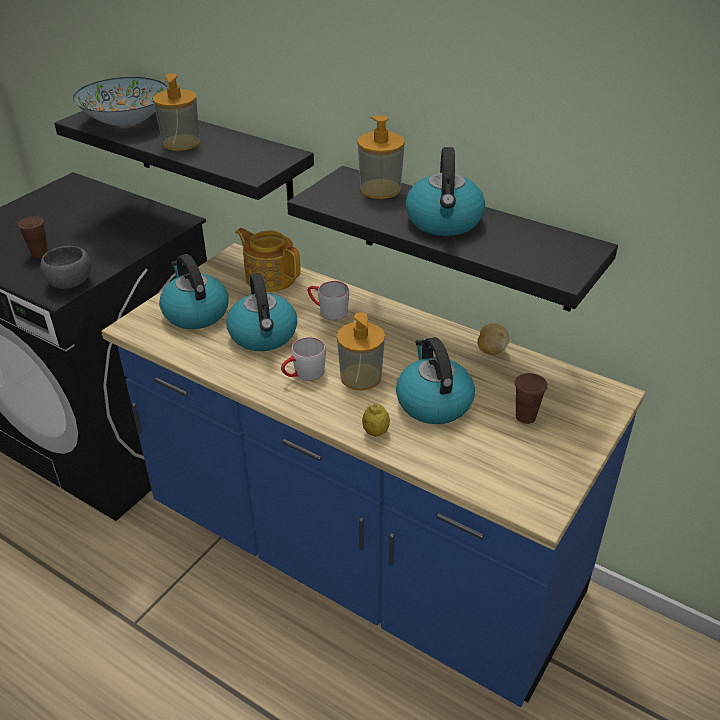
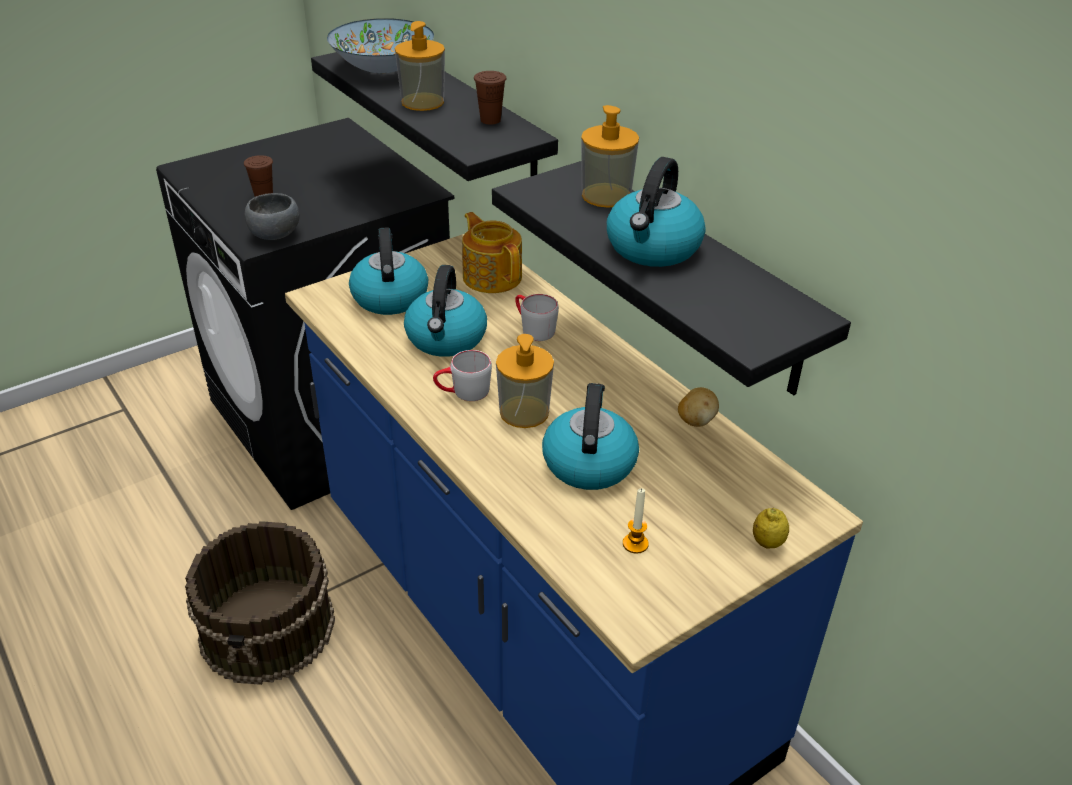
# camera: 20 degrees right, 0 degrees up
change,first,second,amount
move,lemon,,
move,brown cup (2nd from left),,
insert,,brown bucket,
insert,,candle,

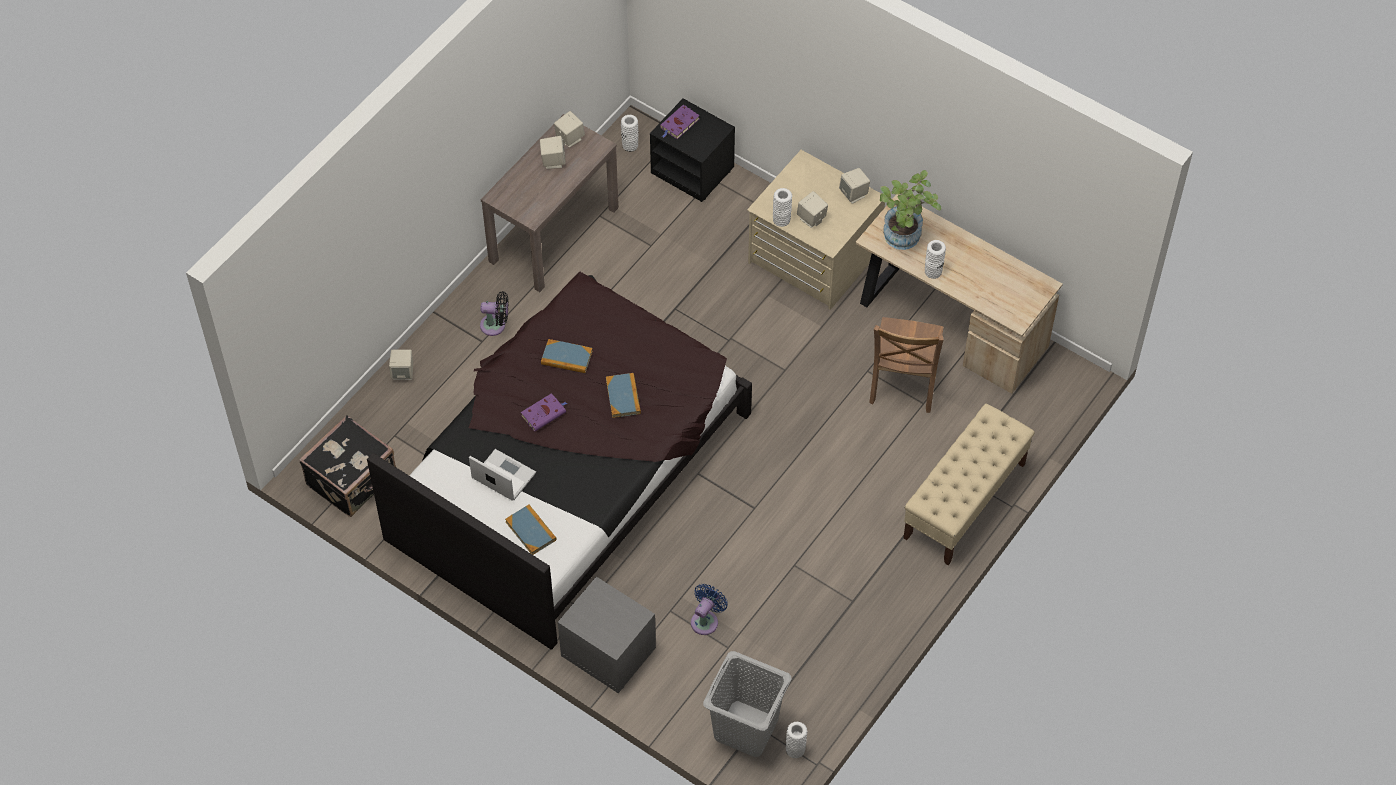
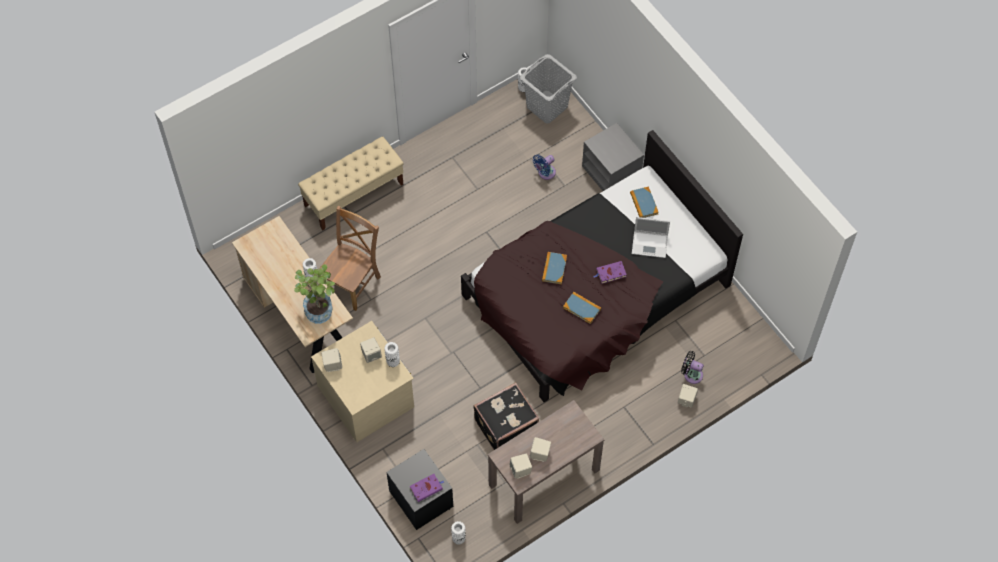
# camera: 160 degrees left, 5 degrees up
change,first,second,amount
move,black suitcase,,
rotate,laptop,,45 degrees counterclockwise
move,black fan,,

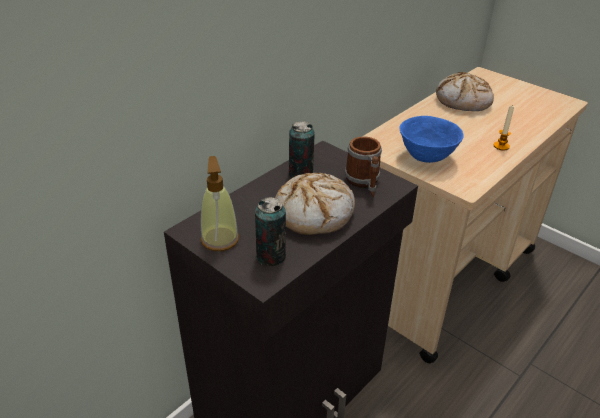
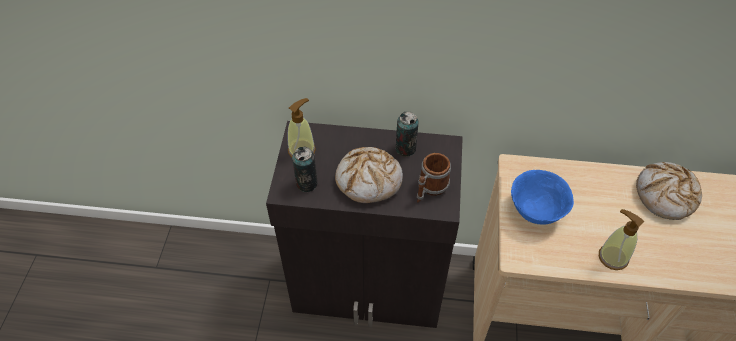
# camera: 55 degrees right, 15 degrees up
change,first,second,amount
replace,candle,soap dispenser (2nd from left),

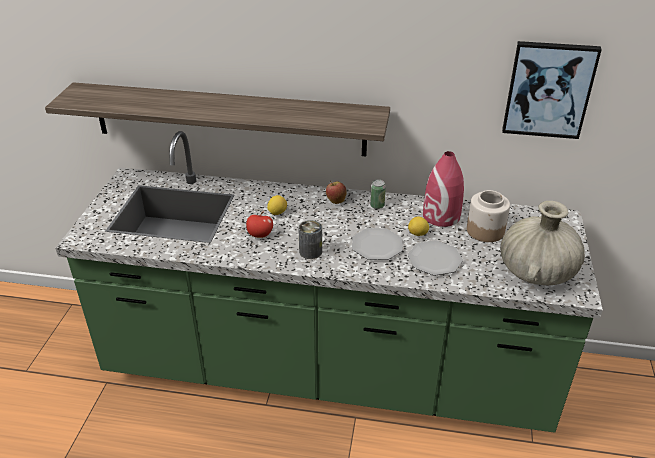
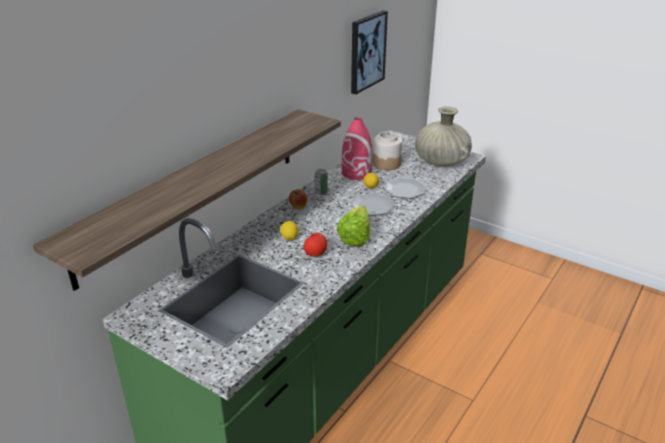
# camera: 65 degrees left, 5 degrees down
change,first,second,amount
replace,can (1st from left),lettuce,

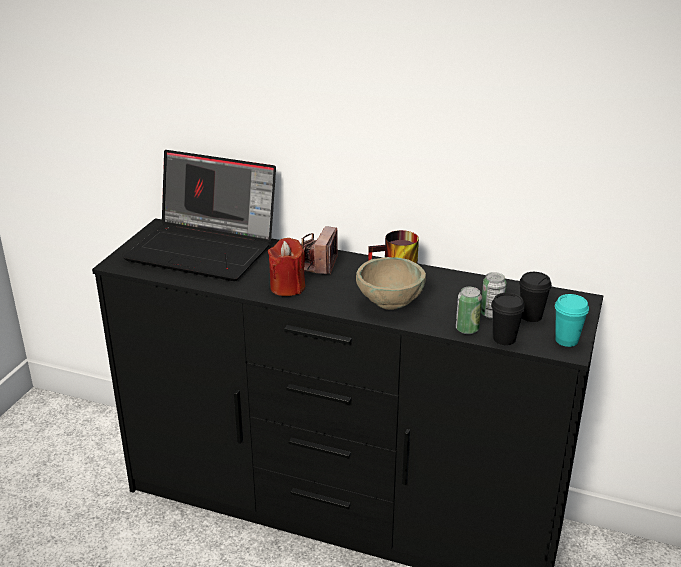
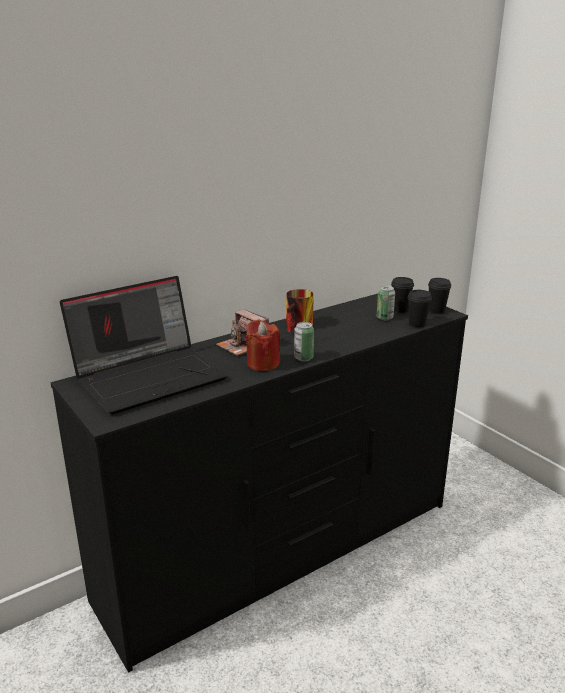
# camera: 55 degrees left, 5 degrees down
change,first,second,amount
delete,beige bowl,,
move,can (1st from left),,
recolor,turquoise cup,black cup (3rd from left),

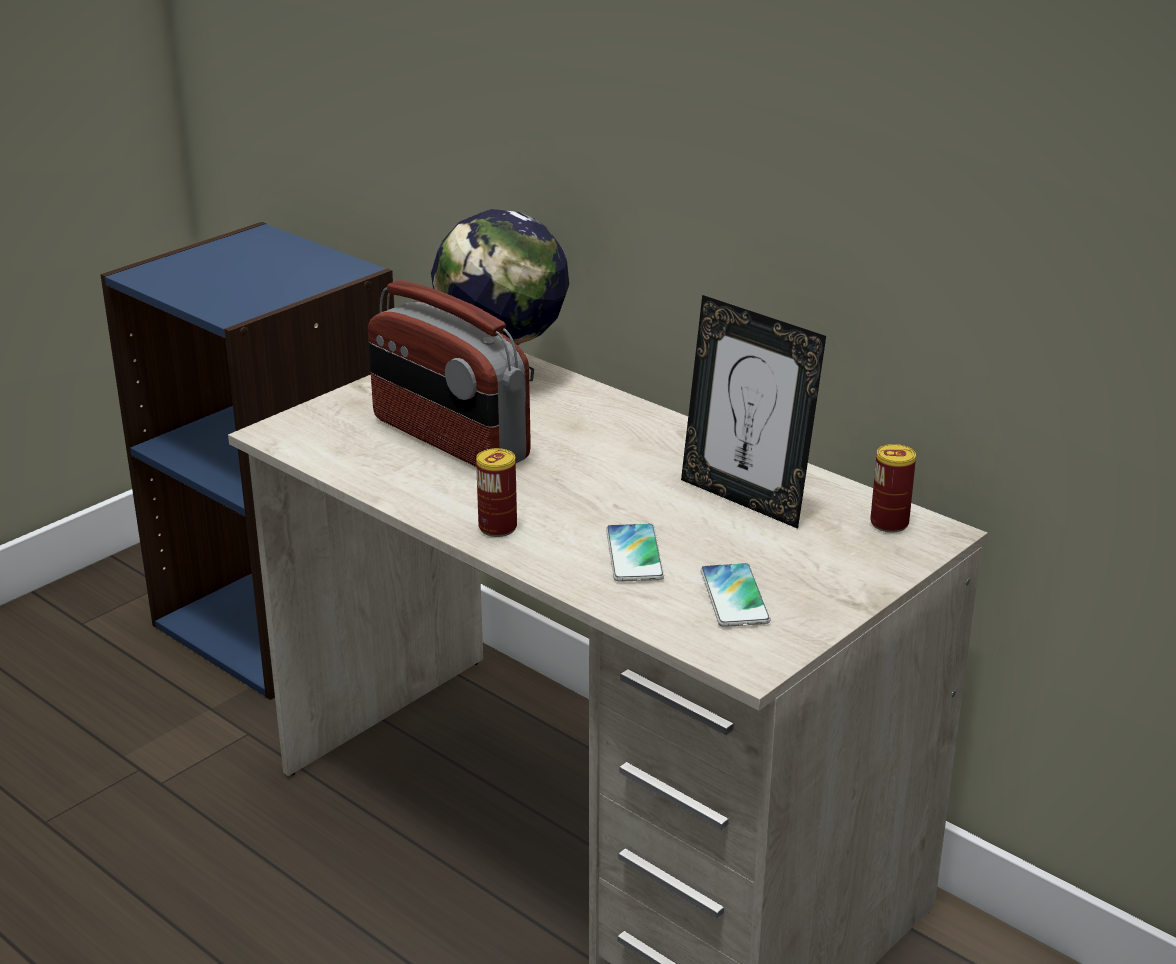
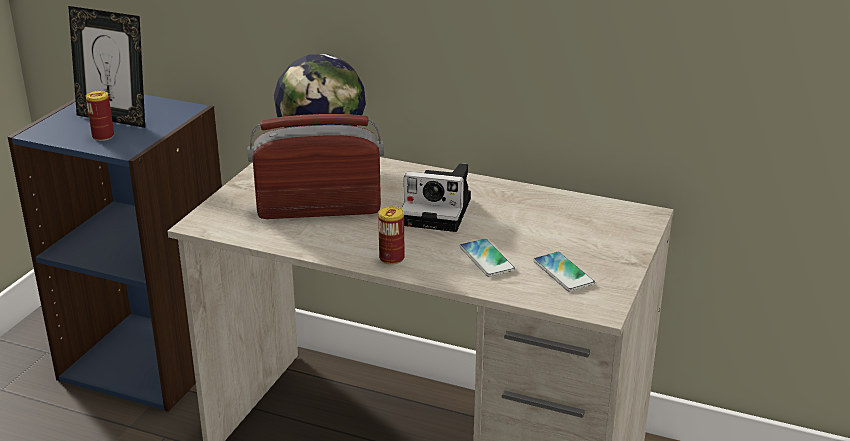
# camera: 20 degrees left, 0 degrees up
change,first,second,amount
rotate,radio,,150 degrees clockwise
move,picture frame,,
move,can (2nd from left in the first image),can (1st from left),
insert,,photo camera,

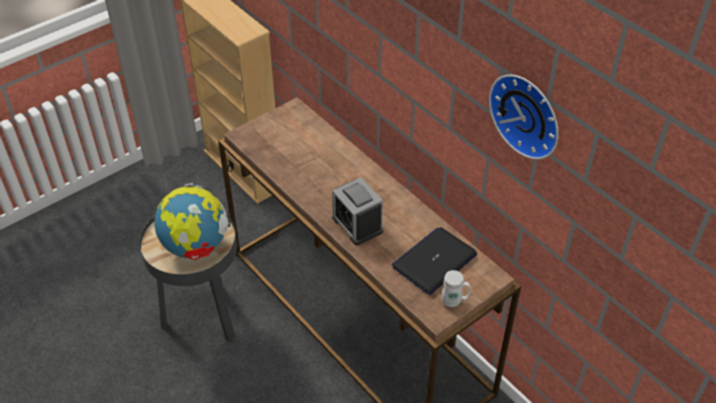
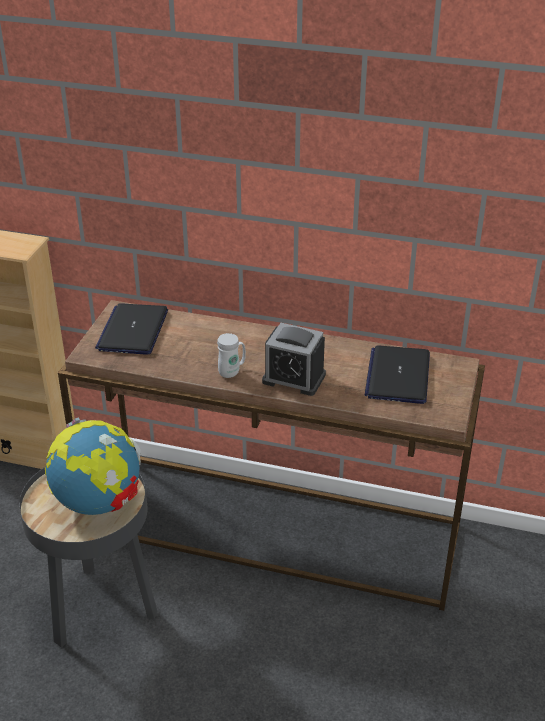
# camera: 35 degrees left, 10 degrees down
change,first,second,amount
move,white mug,,
delete,wall clock,,
insert,,laptop (1st from left),

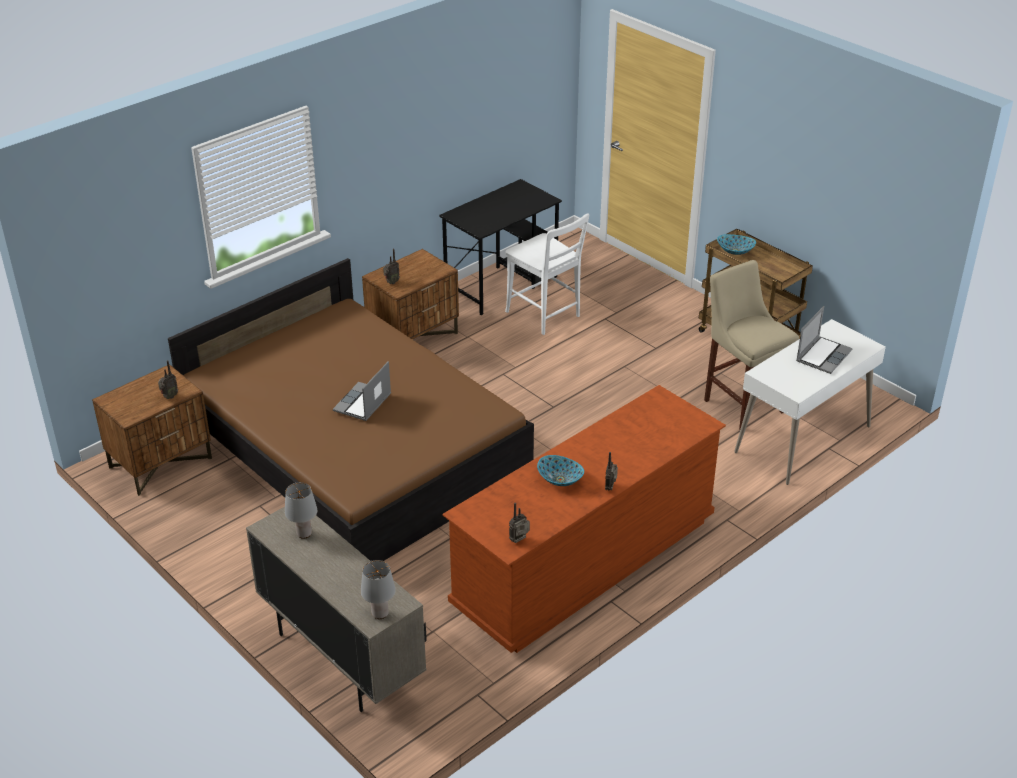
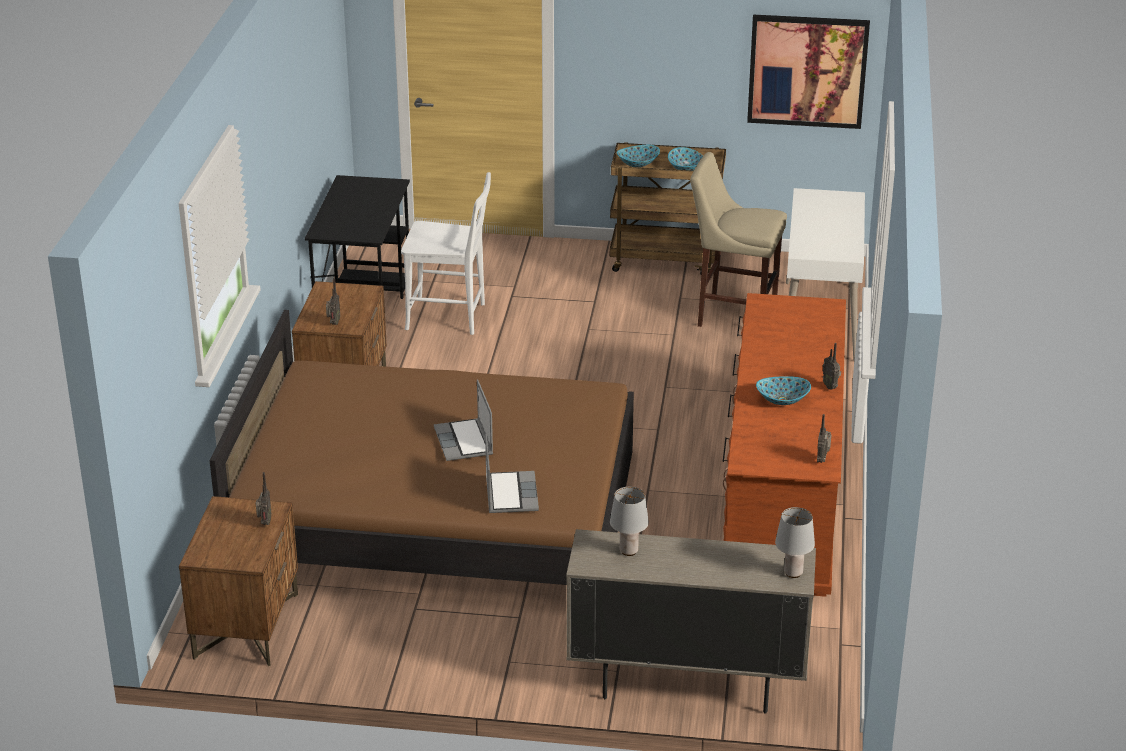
# camera: 40 degrees left, 5 degrees down
change,first,second,amount
move,laptop (2nd from left),,
insert,,bowl (2nd from left),
insert,,picture,

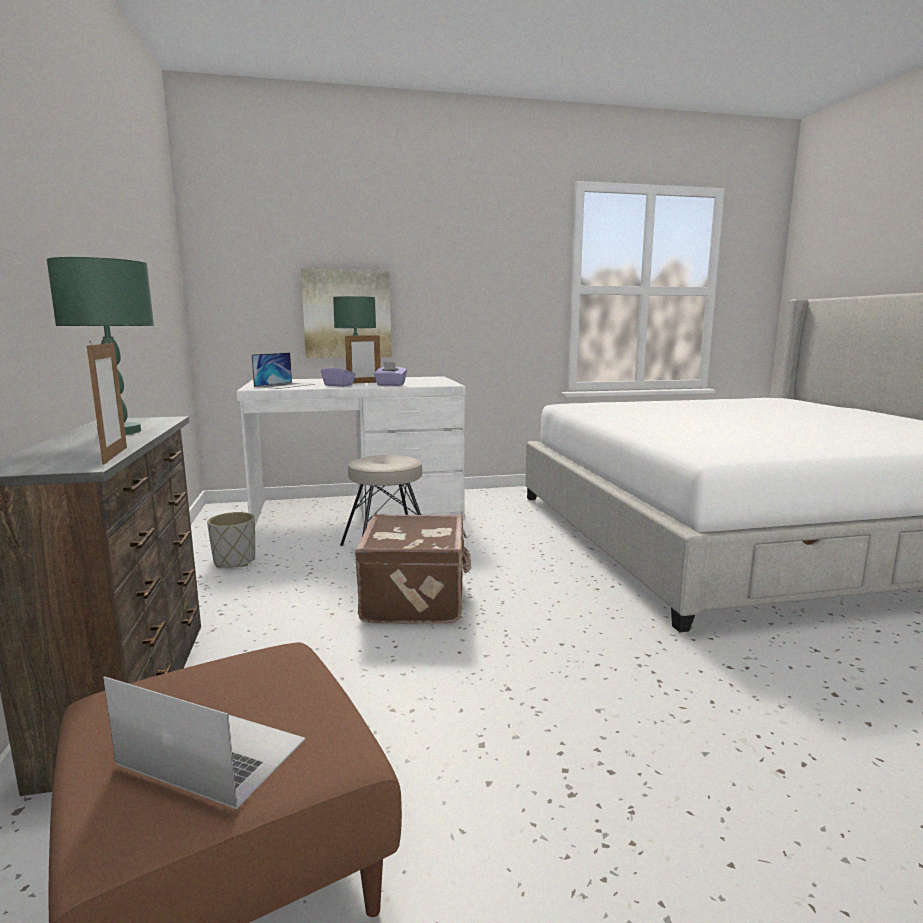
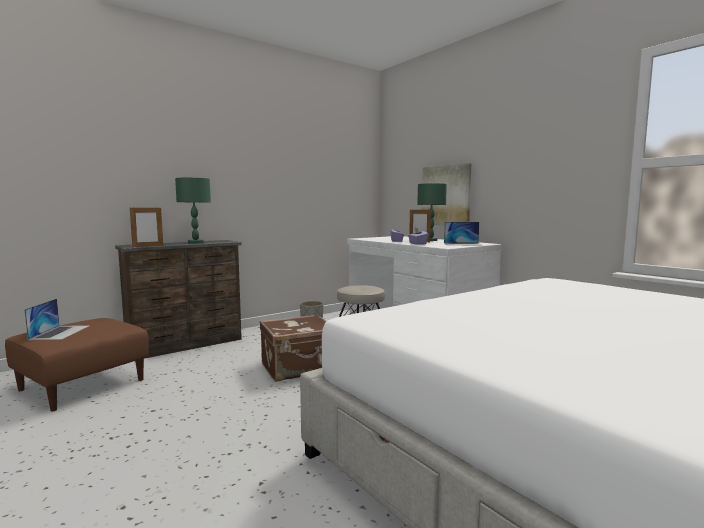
# camera: 65 degrees right, 5 degrees down
change,first,second,amount
move,laptop (2nd from left),,

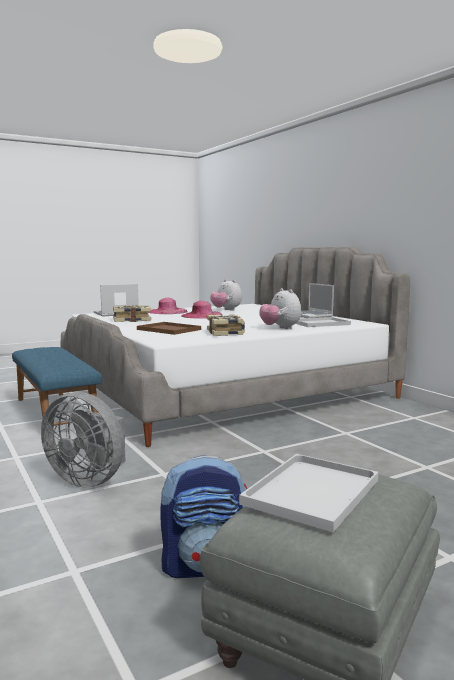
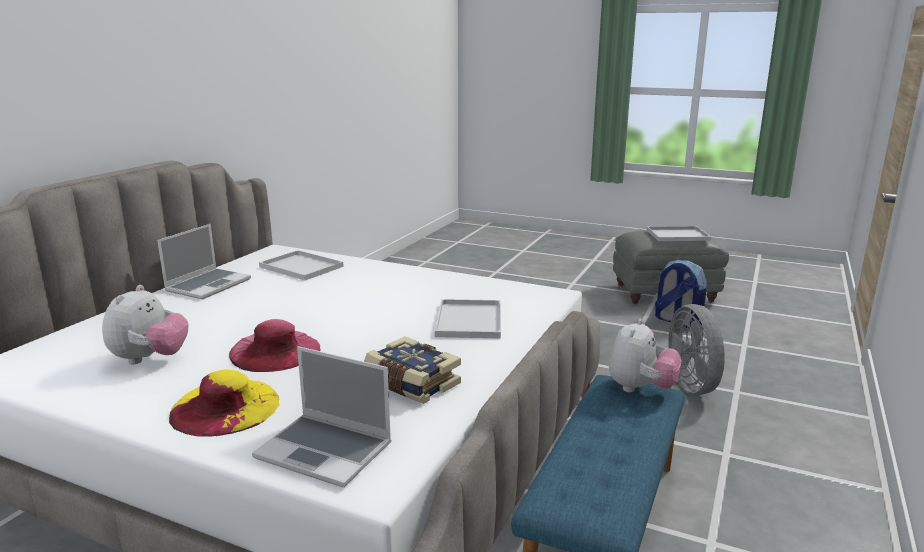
# camera: 125 degrees left, 10 degrees up
change,first,second,amount
recolor,brown tray,white tray (2nd from left),
recolor,pink hat (1st from left),yellow hat,
delete,book (2nd from left),,
move,plush toy (2nd from left),,

